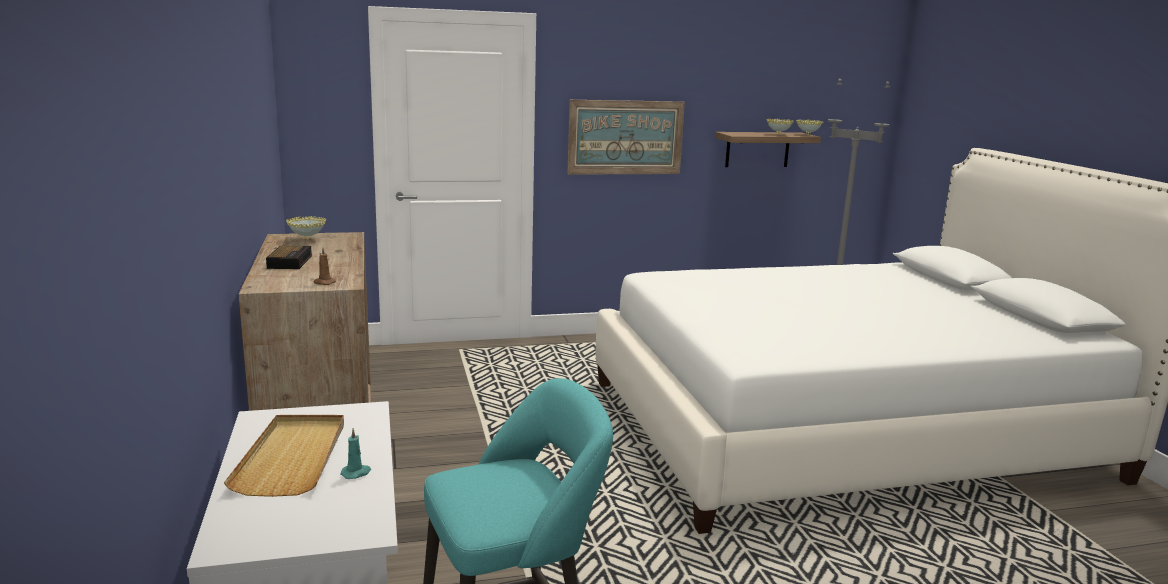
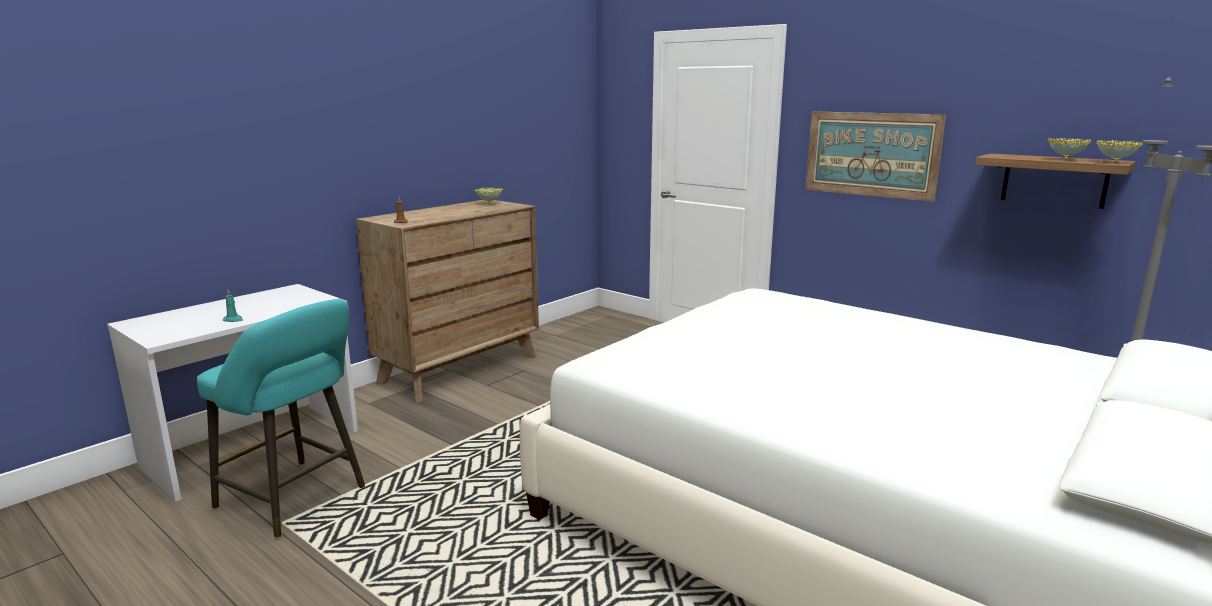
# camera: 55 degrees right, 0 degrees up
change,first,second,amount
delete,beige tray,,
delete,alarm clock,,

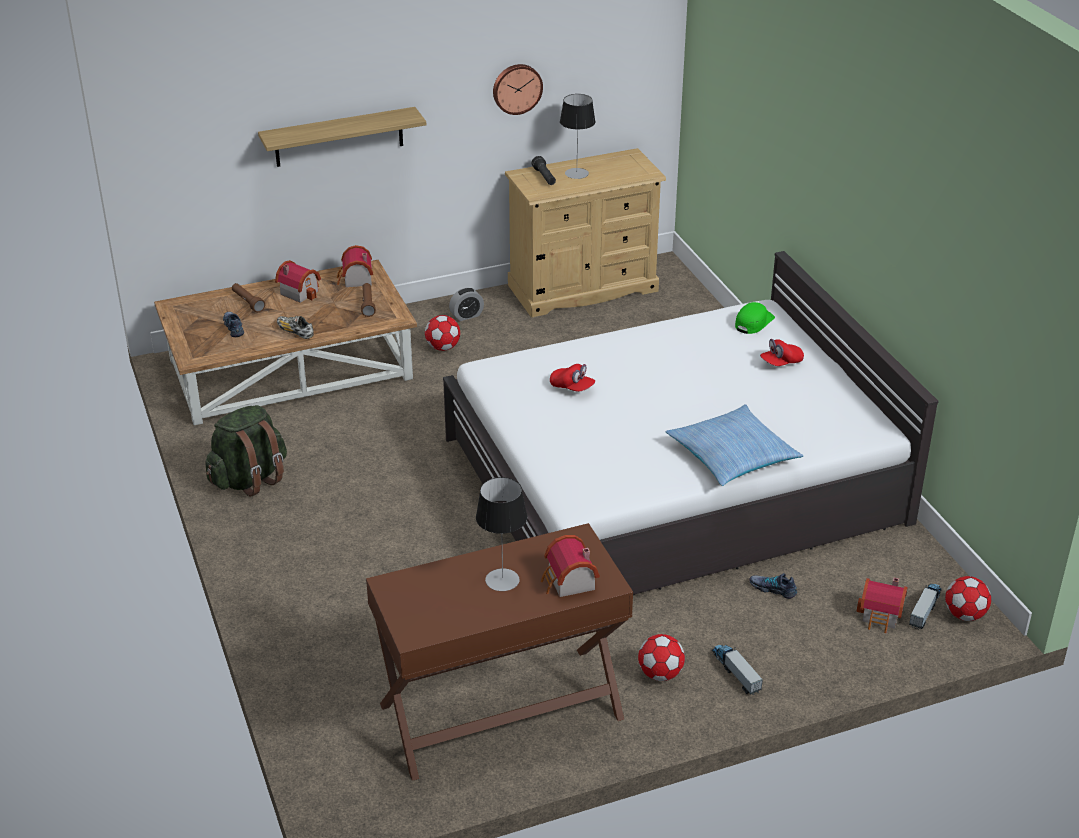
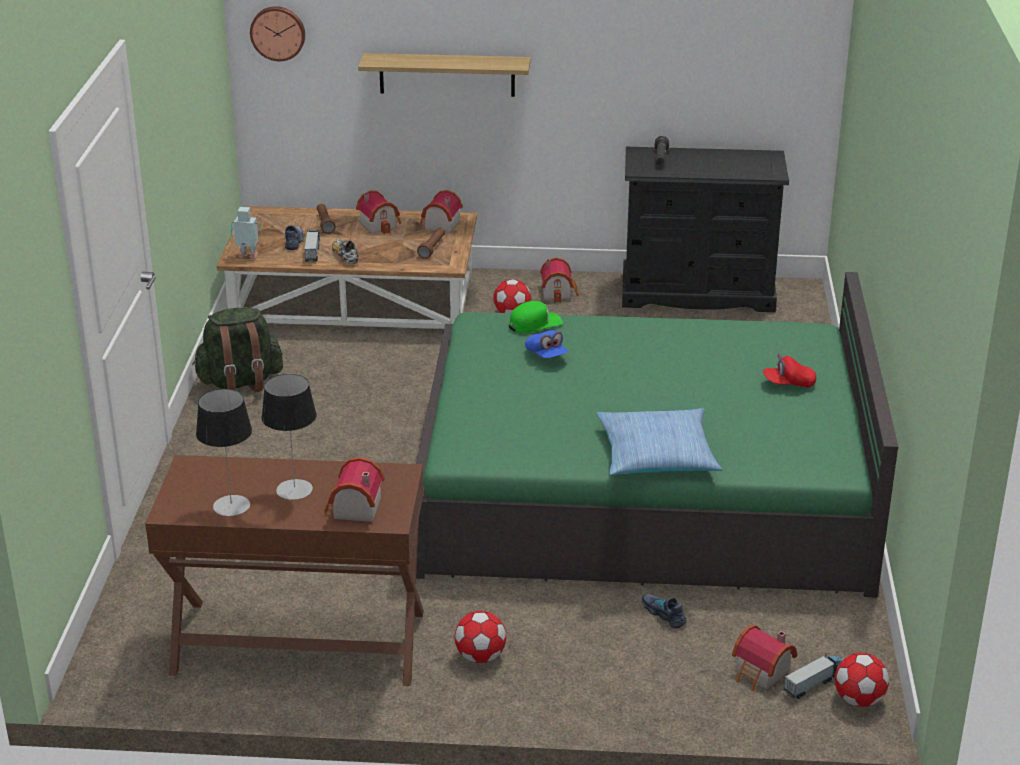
# camera: 25 degrees right, 5 degrees down
change,first,second,amount
recolor,white bed,green bed,
replace,alarm clock,toy house (4th from left),
move,wall clock,,
recolor,beige dresser,black dresser,
recolor,red cap (1st from left),blue cap,
move,table lamp (2nd from left in the first image),table lamp (1st from left),
move,toy truck (1st from left),,
move,green cap,,
insert,,toy robot,

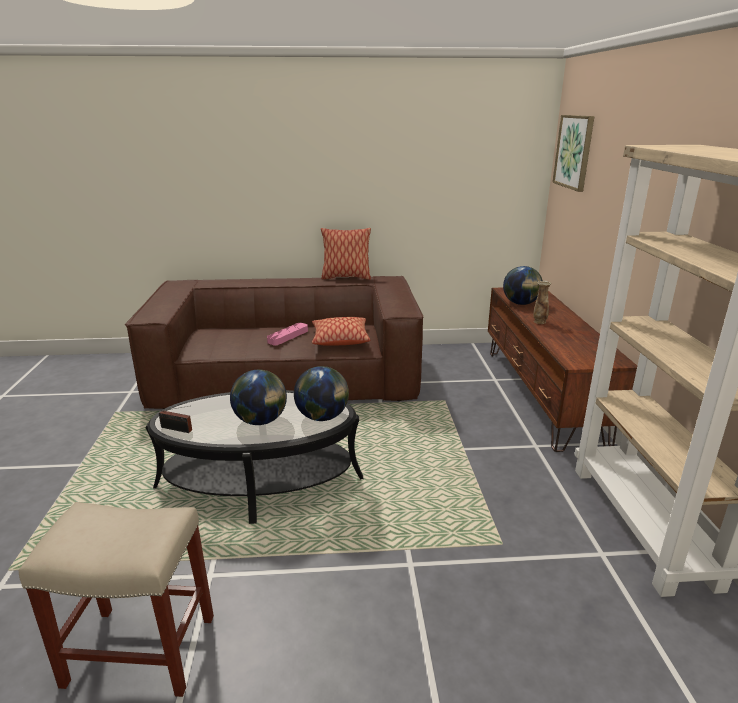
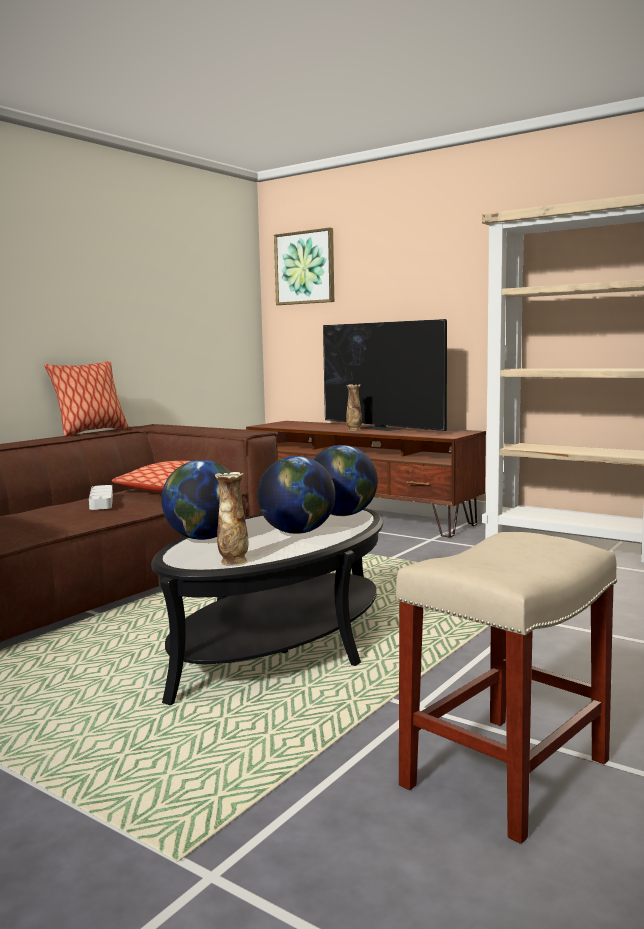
# camera: 50 degrees left, 15 degrees down
change,first,second,amount
replace,radio,vase (1st from left),
recolor,pink tray,grey tray,
move,globe (3rd from left in the first image),globe (1st from left),
insert,,television,

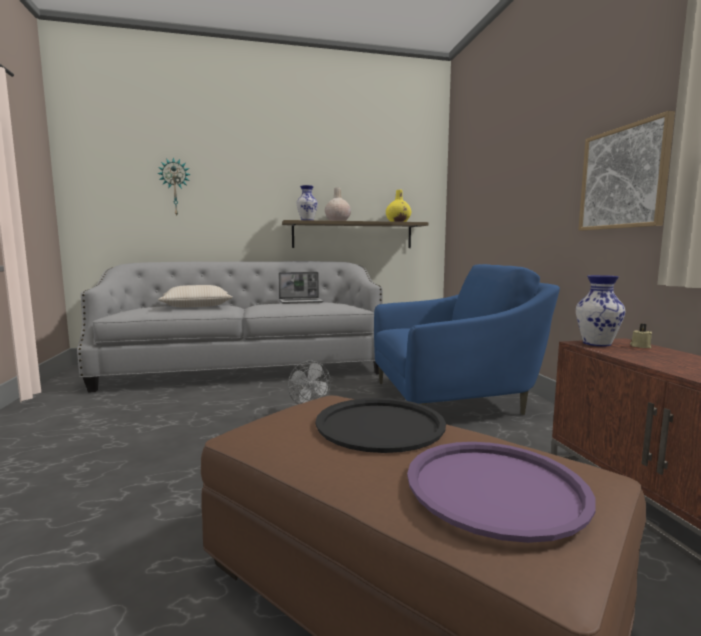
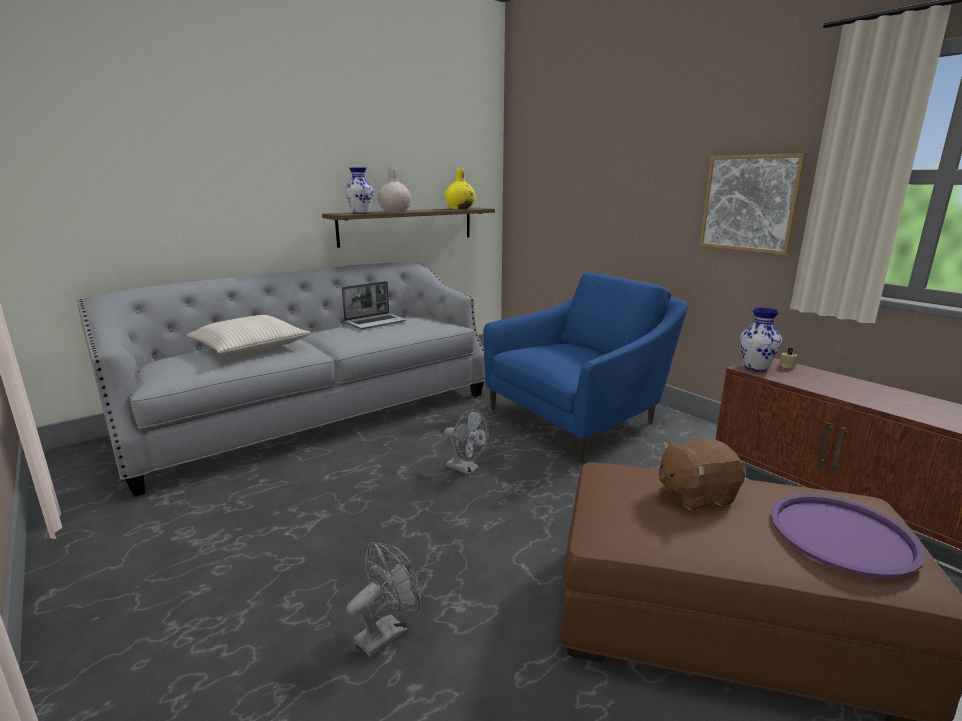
# camera: 25 degrees left, 10 degrees up
change,first,second,amount
delete,wall clock,,
replace,black tray,brown plush toy,
insert,,grey fan (1st from left),

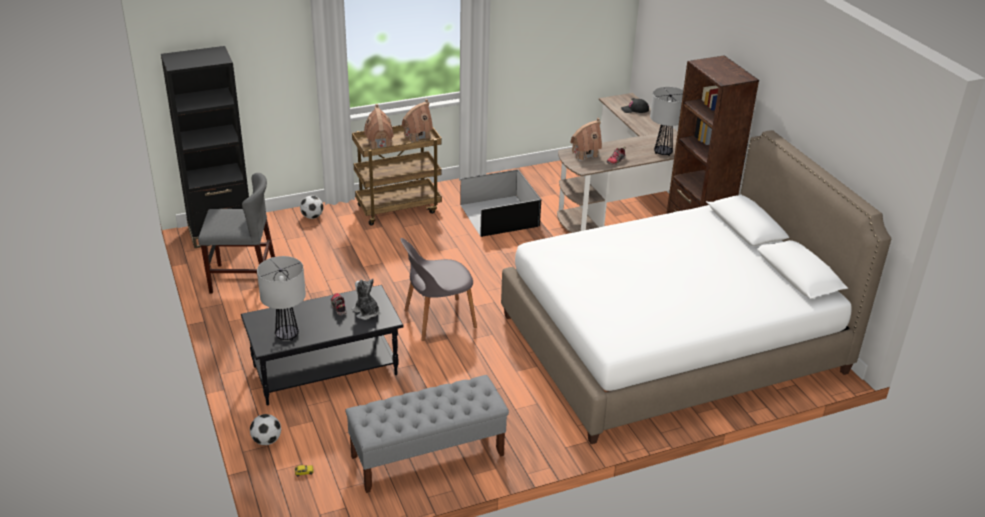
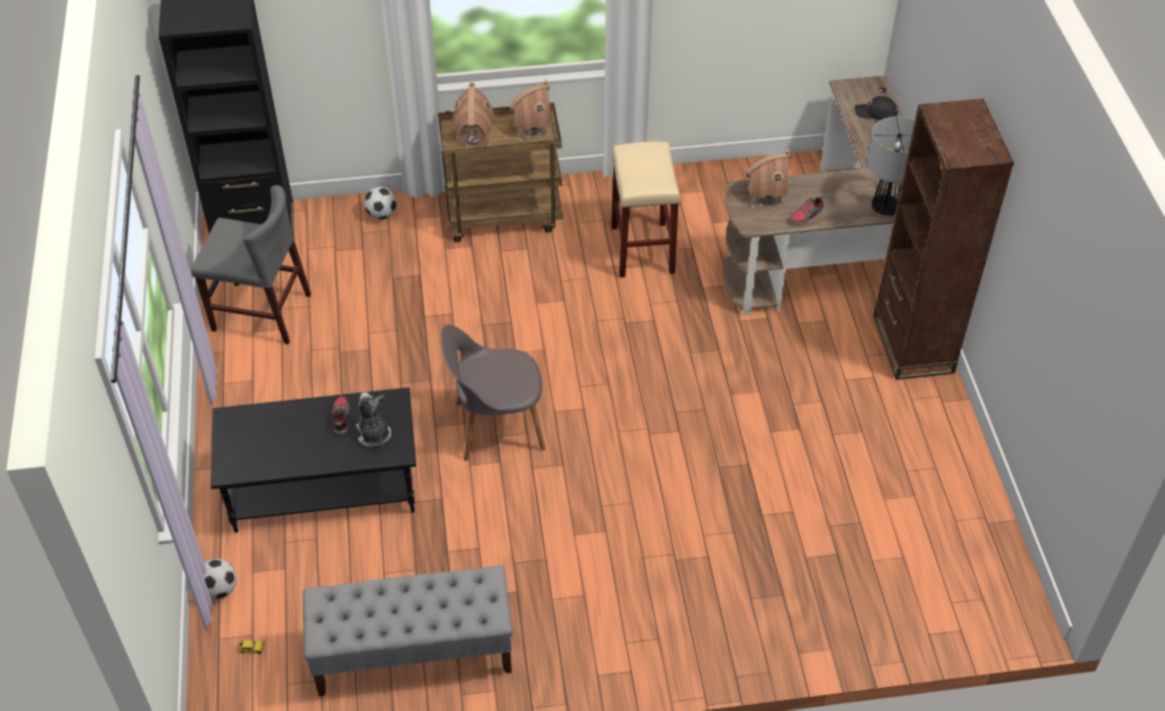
# camera: 15 degrees right, 15 degrees up
change,first,second,amount
delete,table lamp (1st from left),,
replace,black storage box,beige stool,
delete,white bed,,

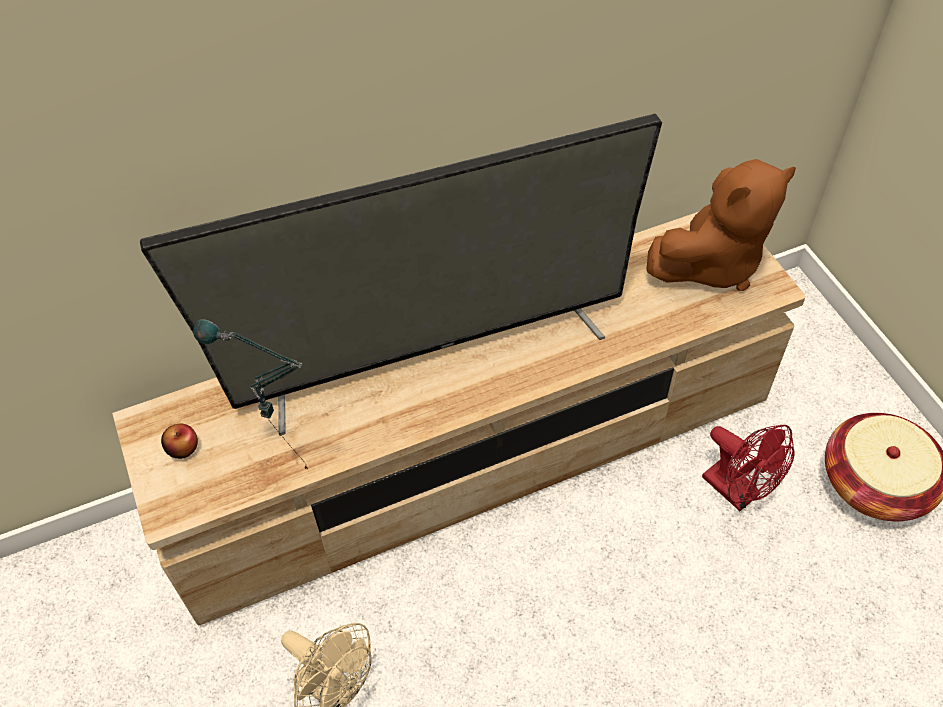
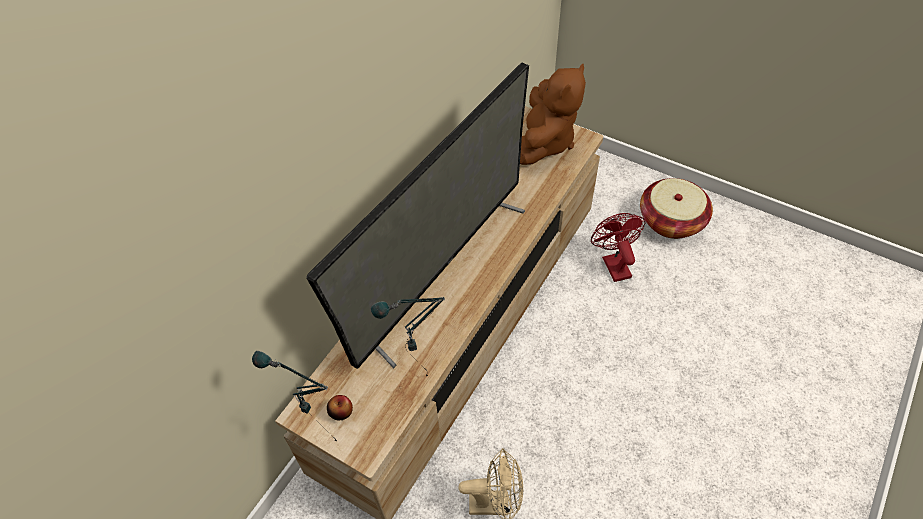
# camera: 35 degrees left, 0 degrees up
change,first,second,amount
rotate,red fan,,120 degrees counterclockwise
insert,,table lamp (1st from left),

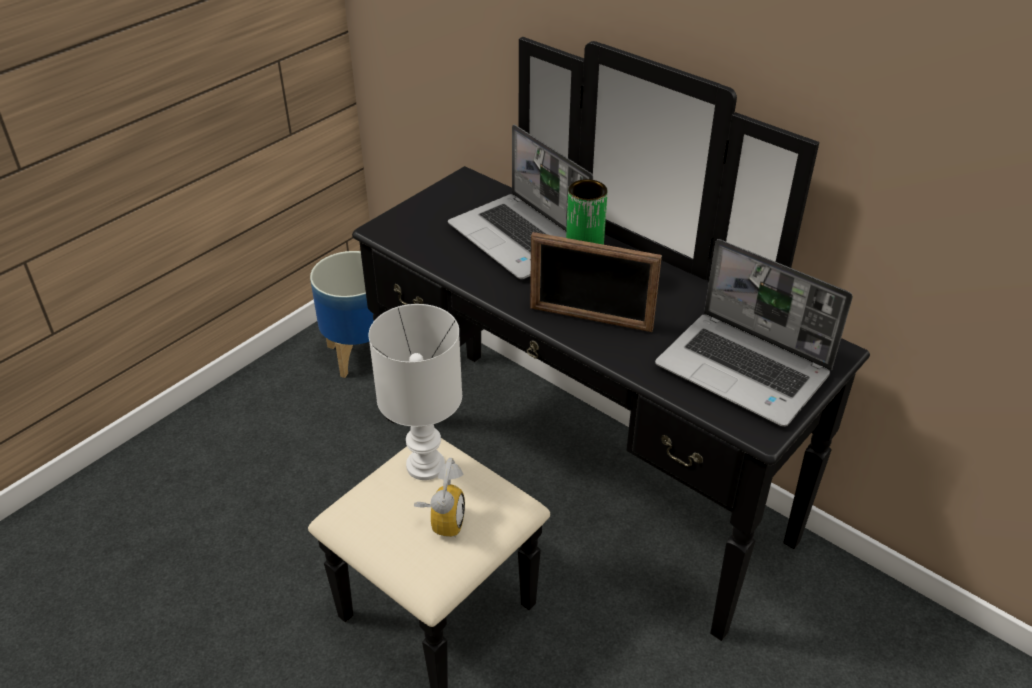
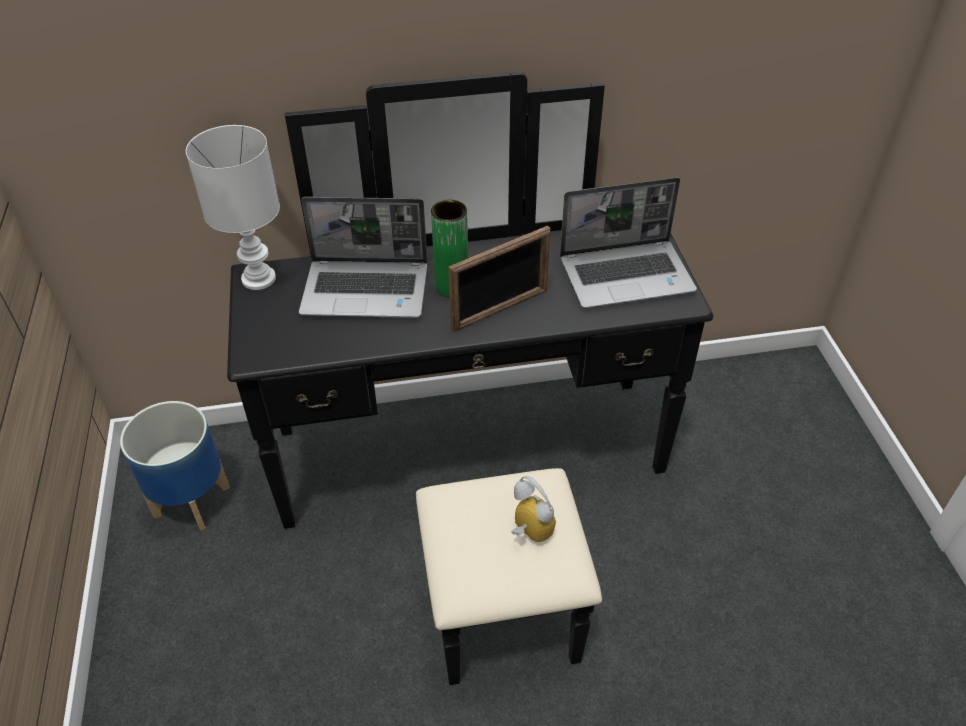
# camera: 50 degrees left, 5 degrees up
change,first,second,amount
move,white table lamp,,

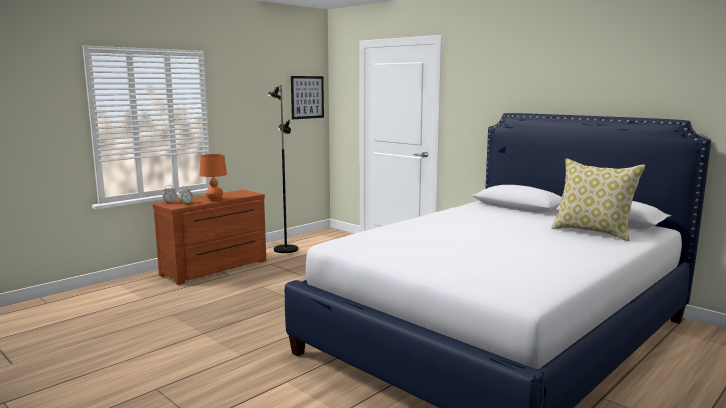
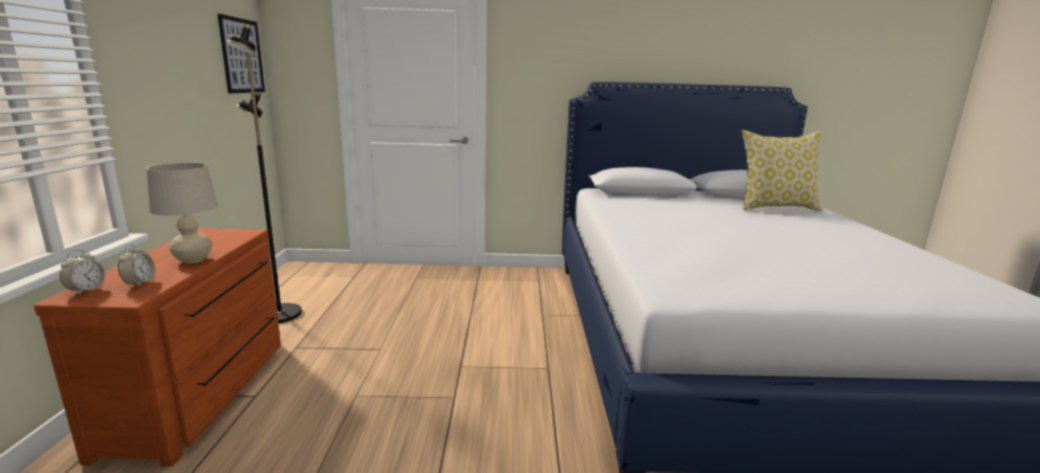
# camera: 45 degrees left, 5 degrees up
change,first,second,amount
recolor,orange table lamp,beige table lamp,

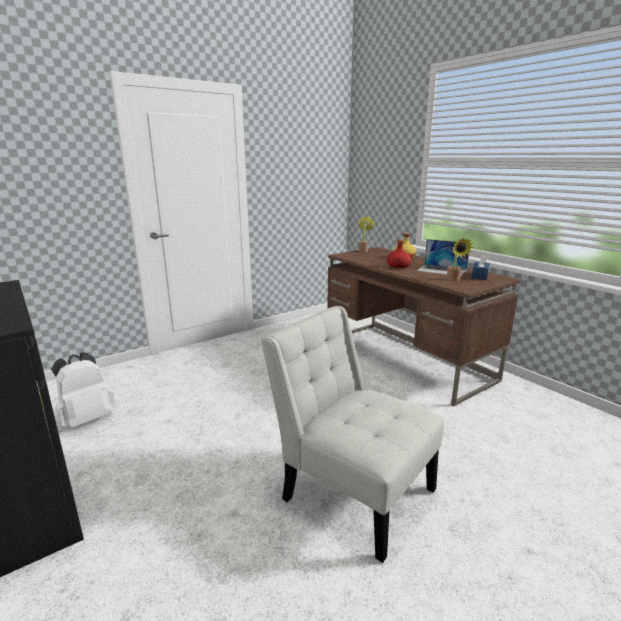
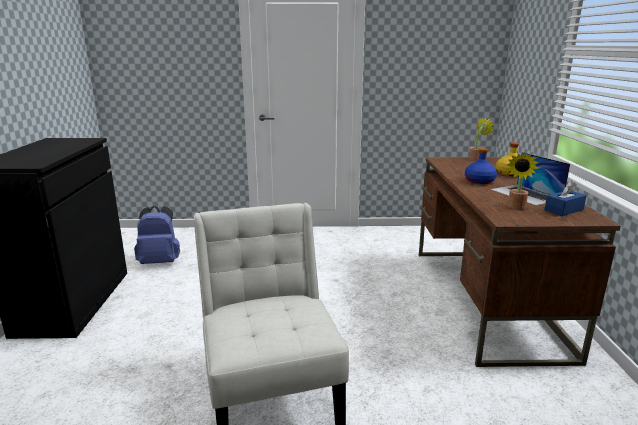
# camera: 35 degrees right, 0 degrees up
change,first,second,amount
recolor,white backpack,blue backpack,
recolor,red bottle,blue bottle,

